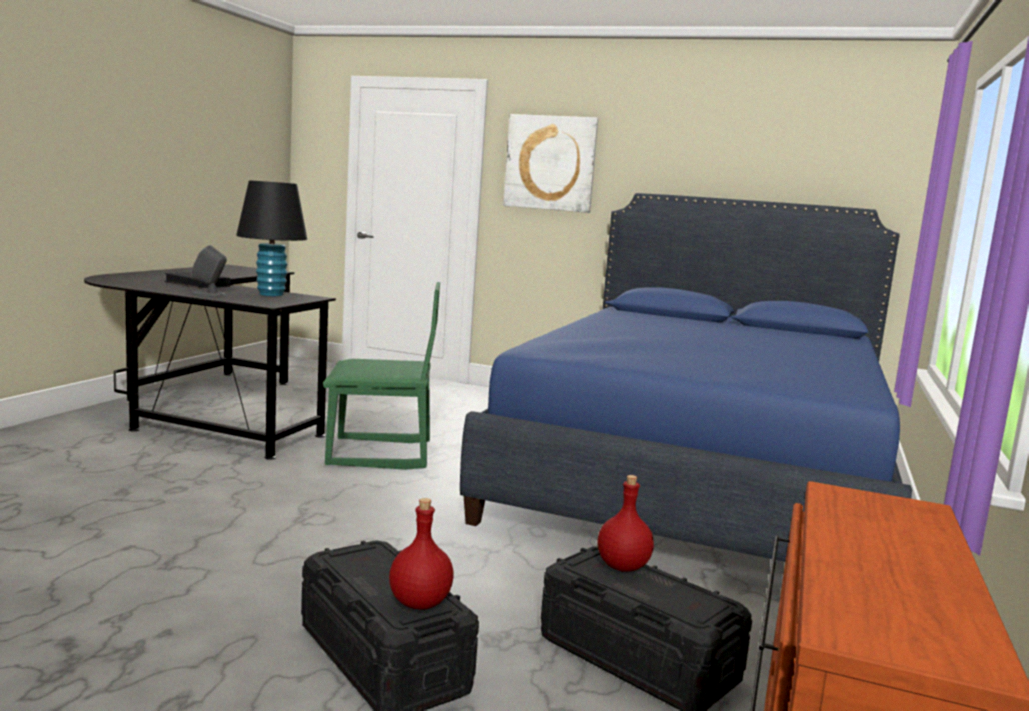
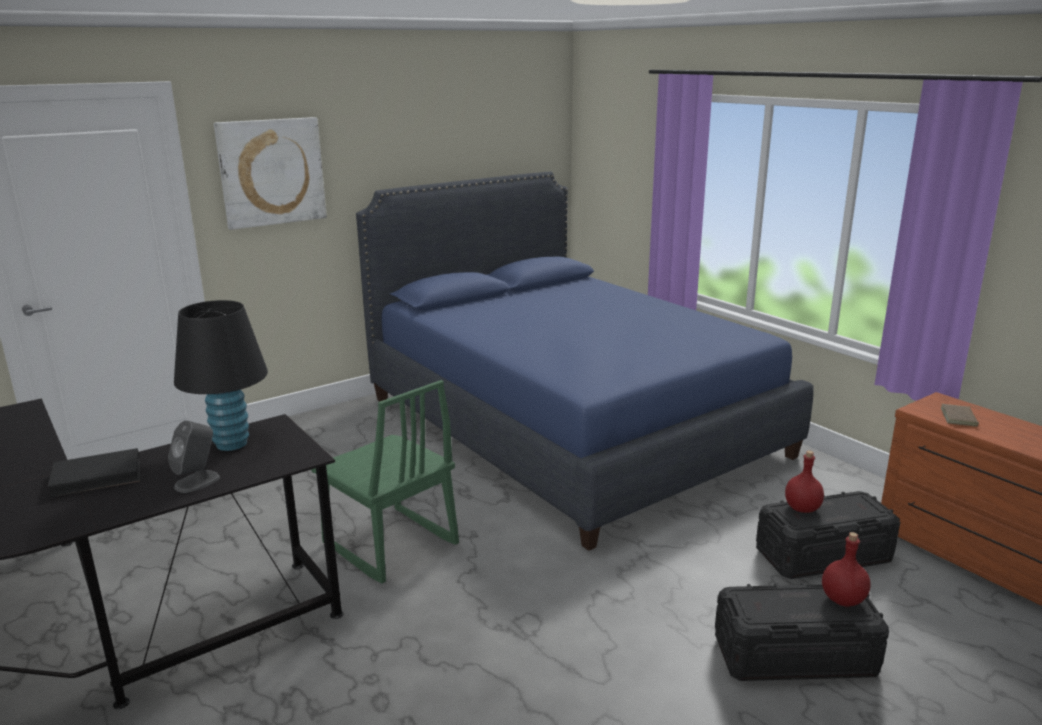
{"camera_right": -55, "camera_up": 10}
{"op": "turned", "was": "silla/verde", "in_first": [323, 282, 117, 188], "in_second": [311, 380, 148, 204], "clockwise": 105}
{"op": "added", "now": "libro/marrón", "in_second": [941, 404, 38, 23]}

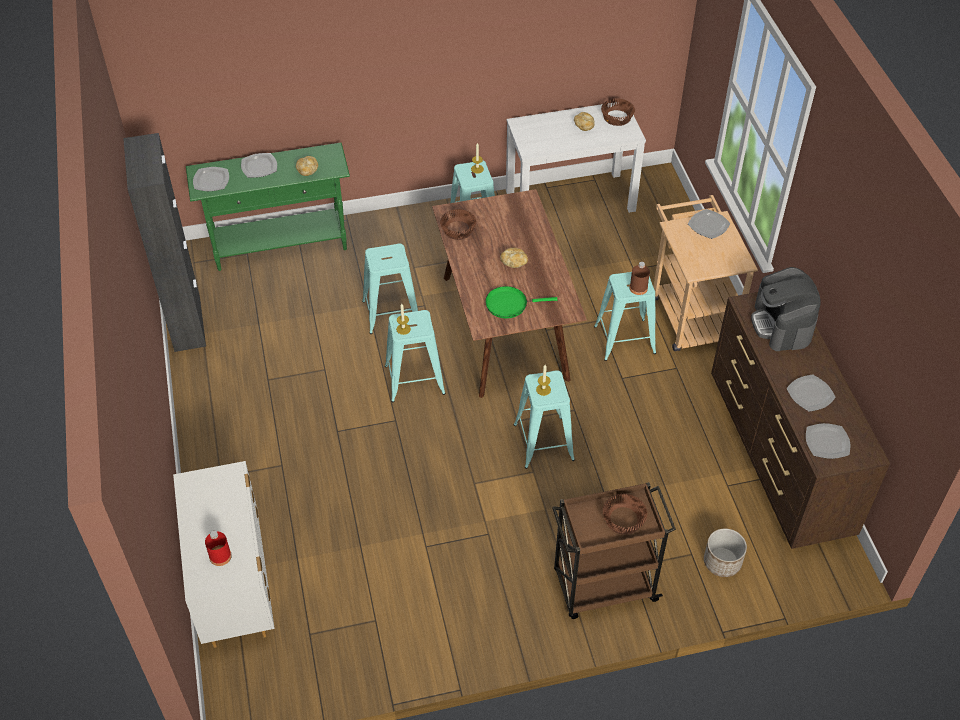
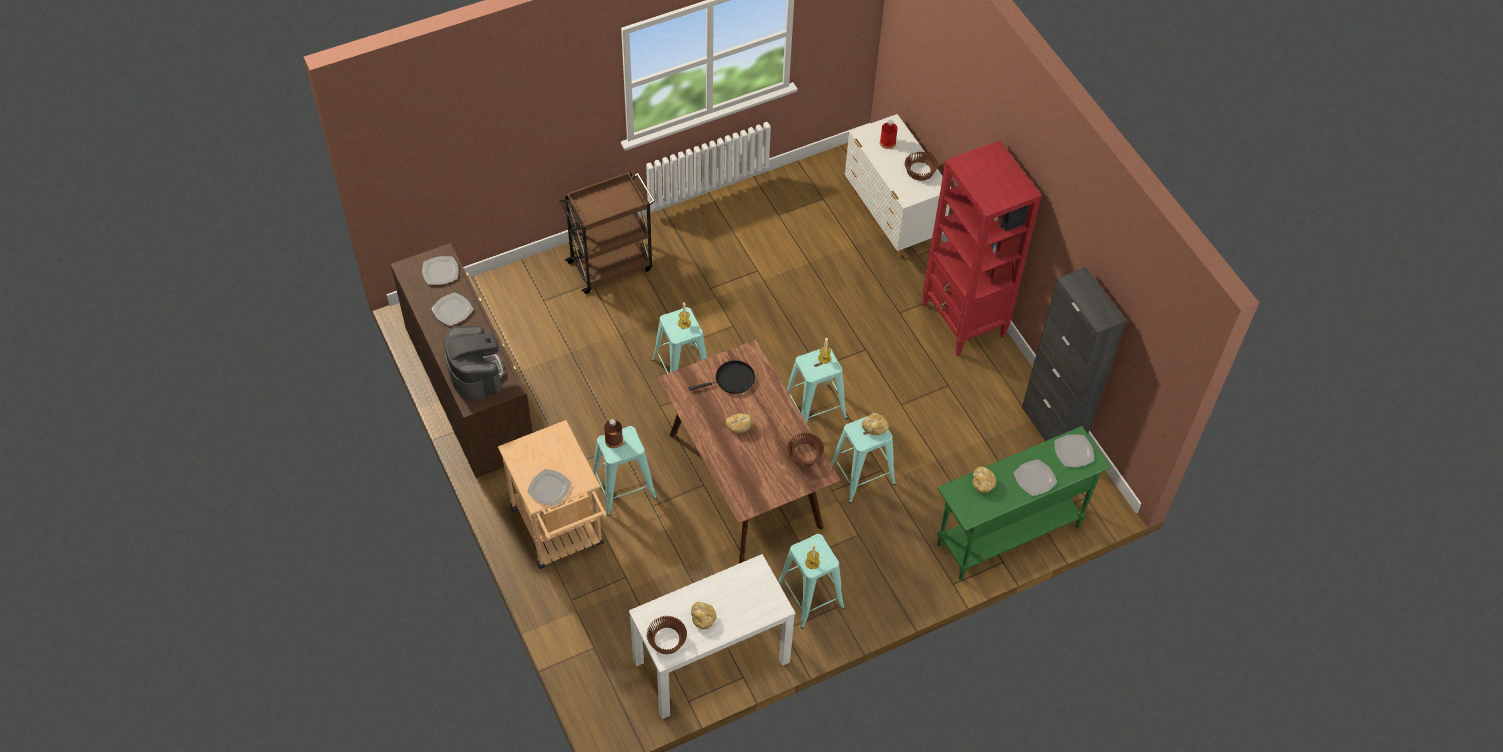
{"camera_right": 165, "camera_up": 5}
{"op": "recoloured", "was": "sartén/verde", "now": "sartén/negro", "in_first": [485, 286, 72, 32], "in_second": [688, 360, 67, 34]}
{"op": "moved", "was": "cuenco/marrón", "in_first": [603, 494, 44, 41], "in_second": [905, 152, 33, 29]}
{"op": "removed", "was": "maceta", "in_first": [704, 528, 43, 49]}
{"op": "added", "now": "estantería/rojo", "in_second": [922, 140, 120, 216]}
{"op": "added", "now": "pan", "in_second": [862, 414, 27, 21]}

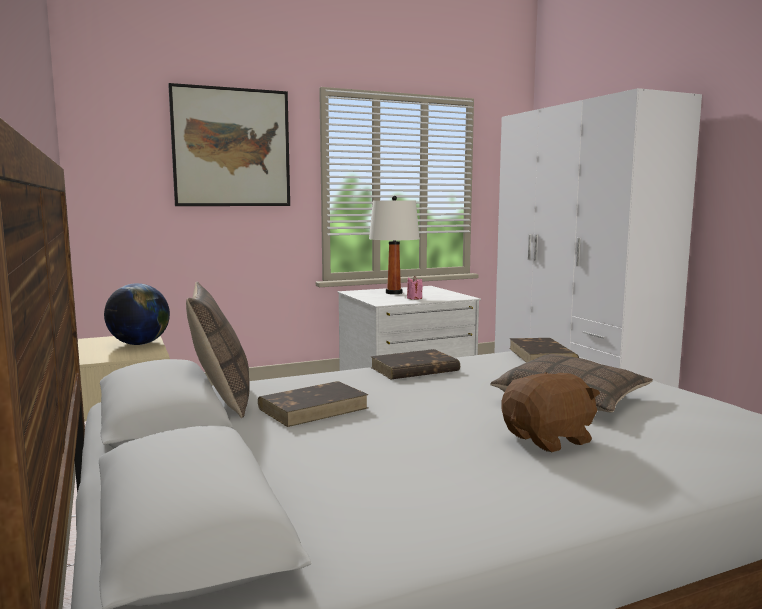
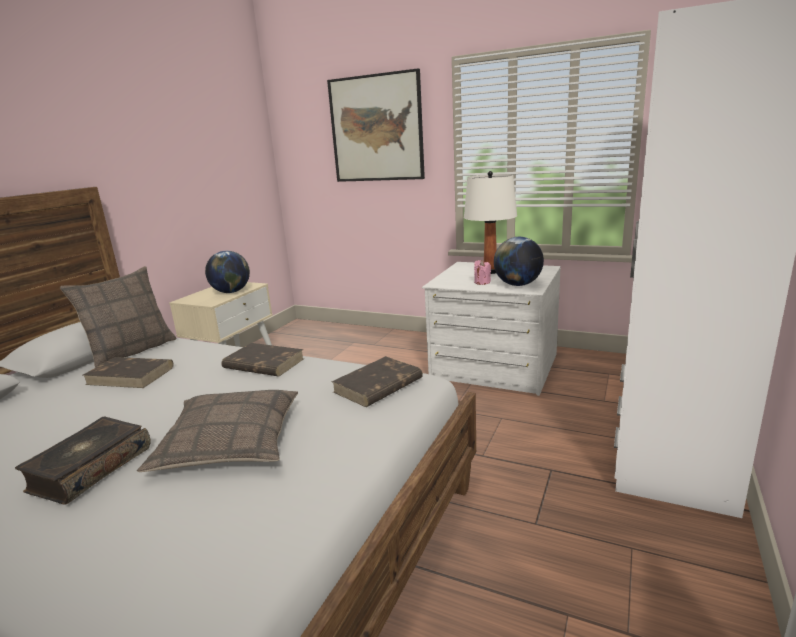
{"camera_right": 50, "camera_up": 10}
{"op": "replaced", "was": "peluche/marrón", "now": "libro", "in_first": [502, 372, 98, 80], "in_second": [15, 416, 136, 89]}
{"op": "added", "now": "globo terráqueo", "in_second": [494, 237, 50, 49]}

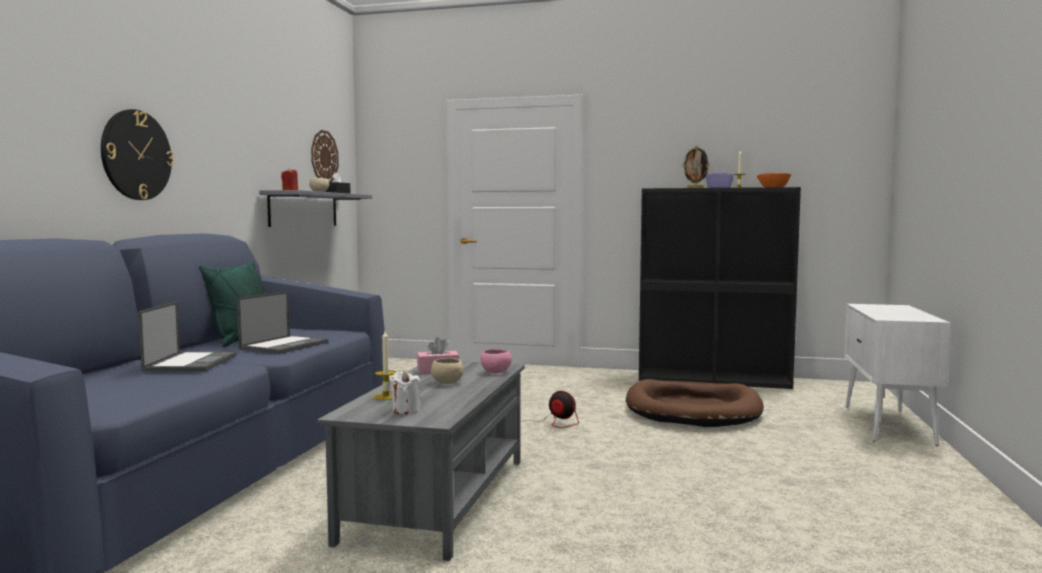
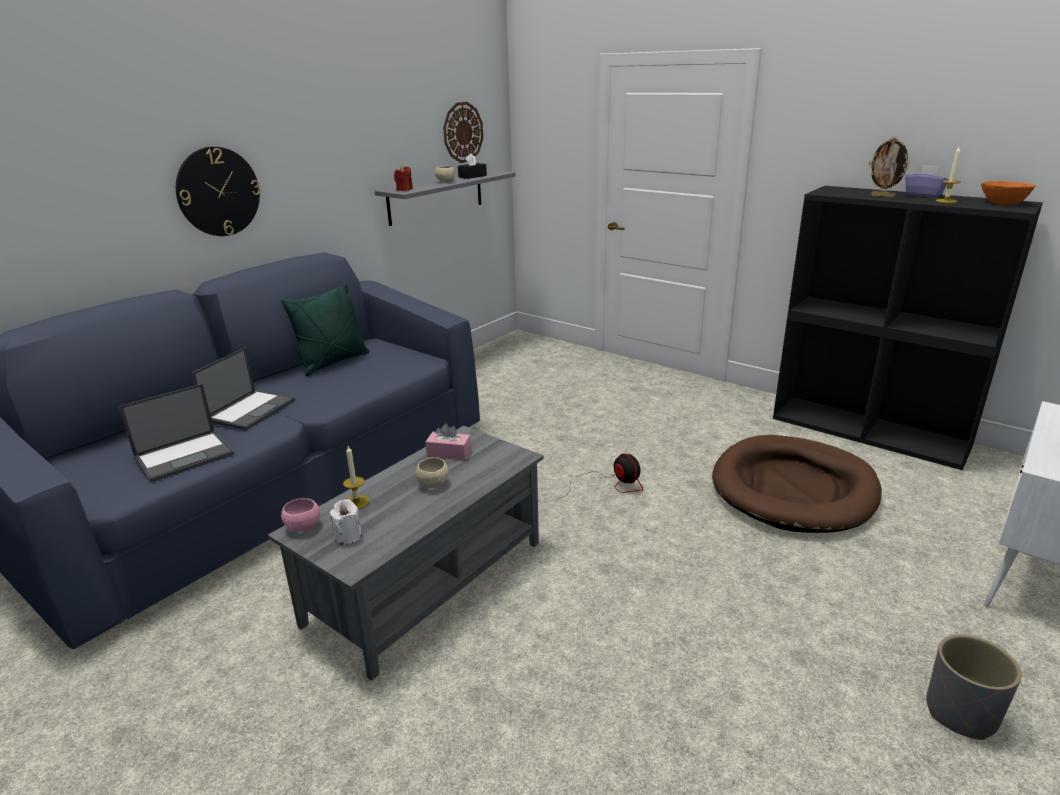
{"camera_right": 25, "camera_up": 20}
{"op": "moved", "was": "portátil", "in_first": [237, 291, 91, 63], "in_second": [118, 384, 116, 99]}
{"op": "moved", "was": "cuenco/rosa", "in_first": [480, 349, 32, 24], "in_second": [281, 498, 39, 33]}
{"op": "added", "now": "maceta/gris", "in_second": [926, 634, 96, 106]}

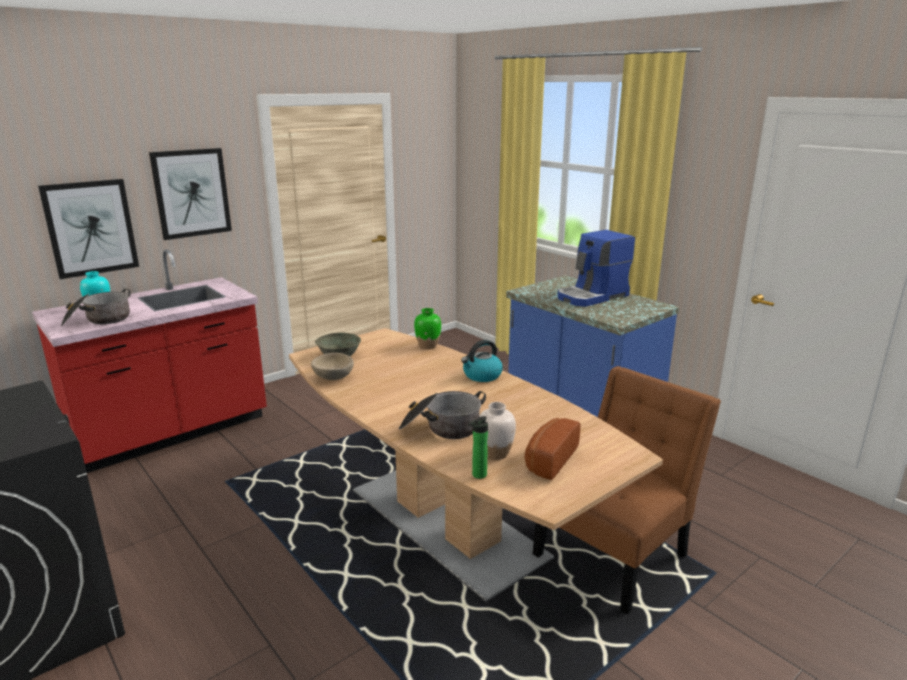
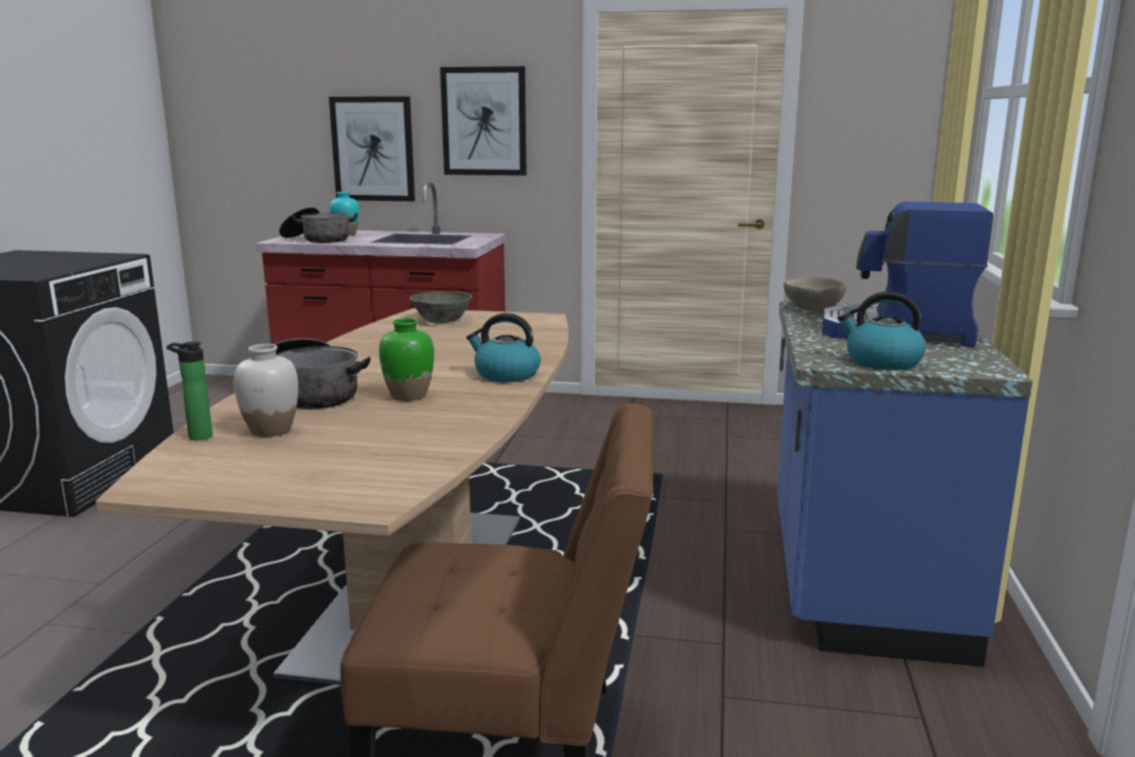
{"camera_right": 50, "camera_up": -5}
{"op": "moved", "was": "florero/verde", "in_first": [414, 308, 27, 41], "in_second": [379, 318, 55, 83]}
{"op": "moved", "was": "cuenco/beis", "in_first": [311, 353, 43, 27], "in_second": [784, 277, 62, 34]}
{"op": "removed", "was": "pan", "in_first": [525, 418, 56, 62]}
{"op": "added", "now": "hervidor", "in_second": [838, 292, 88, 78]}

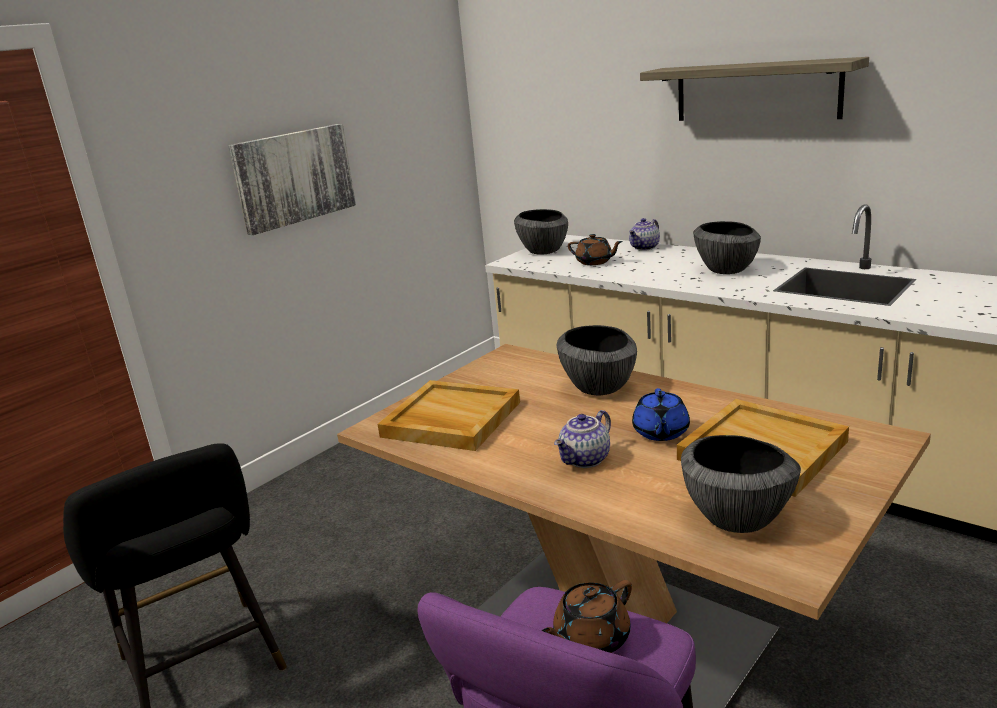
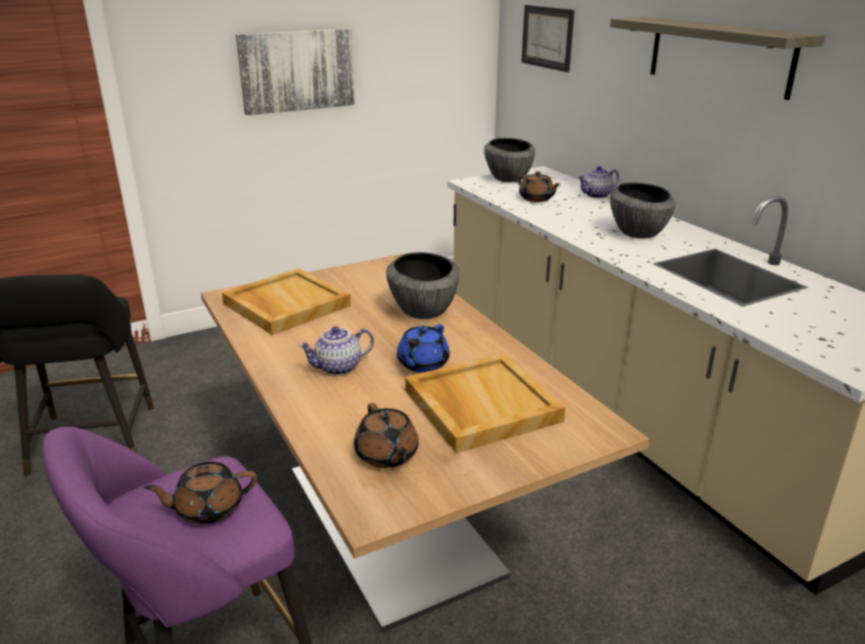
{"camera_right": 20, "camera_up": 5}
{"op": "replaced", "was": "cuenco", "now": "tetera/marrón", "in_first": [681, 435, 120, 98], "in_second": [354, 403, 65, 65]}
{"op": "added", "now": "cuadro", "in_second": [521, 5, 54, 67]}

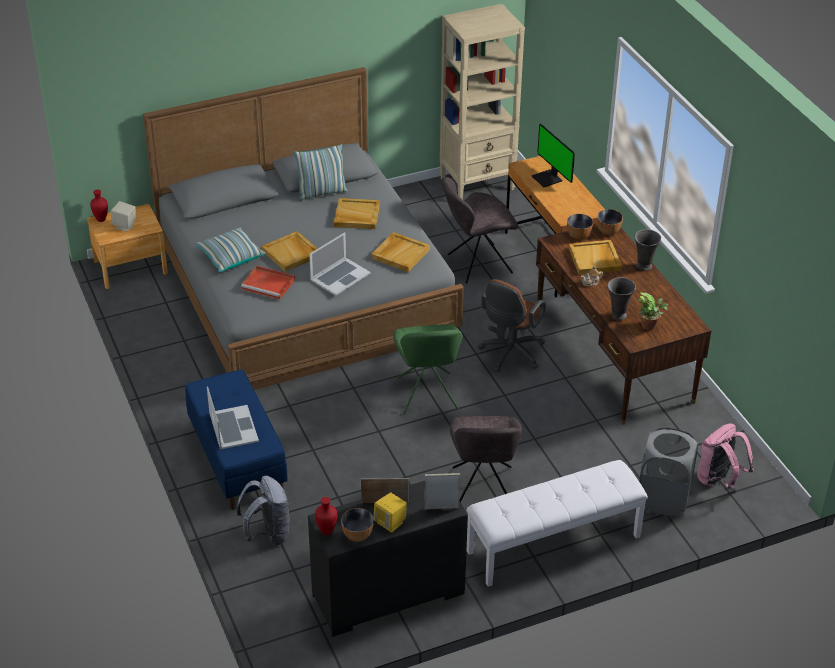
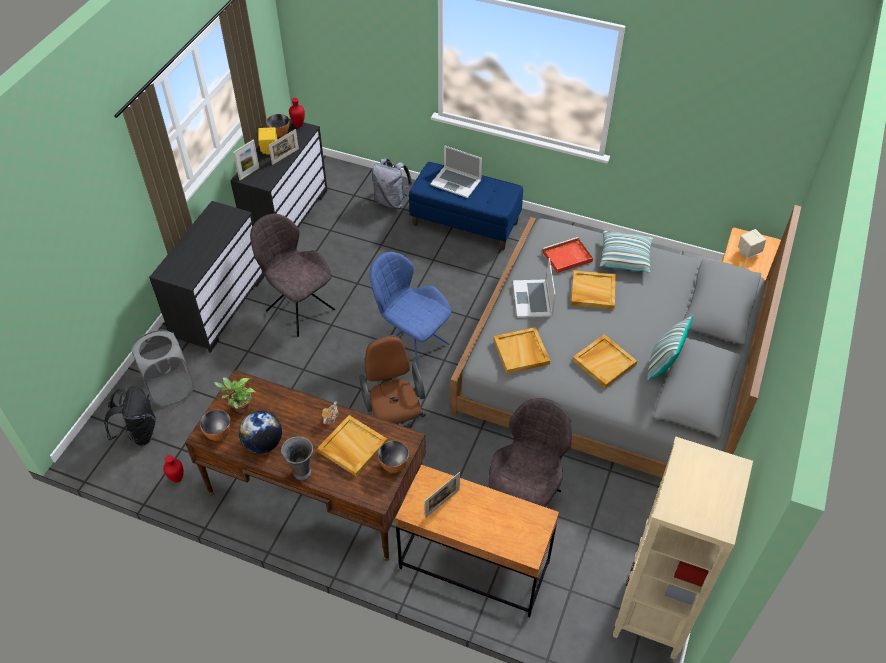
{"camera_right": 135, "camera_up": 10}
{"op": "removed", "was": "monitor", "in_first": [532, 124, 43, 63]}
{"op": "moved", "was": "florero/rojo", "in_first": [90, 190, 18, 32], "in_second": [163, 455, 21, 28]}
{"op": "moved", "was": "cuenco", "in_first": [597, 209, 26, 26], "in_second": [200, 410, 31, 31]}
{"op": "removed", "was": "florero/gris", "in_first": [607, 277, 29, 44]}
{"op": "recoloured", "was": "silla/verde", "now": "silla/azul", "in_first": [393, 324, 70, 91], "in_second": [369, 252, 83, 117]}
{"op": "recoloured", "was": "mochila/rosa", "now": "mochila/negro", "in_first": [697, 423, 57, 67], "in_second": [104, 386, 52, 61]}
{"op": "replaced", "was": "banco/blanco", "now": "cómoda/negro", "in_first": [466, 460, 182, 127], "in_second": [149, 201, 116, 152]}
{"op": "added", "now": "globo terráqueo", "in_second": [239, 411, 43, 43]}
{"op": "added", "now": "portarretratos", "in_second": [425, 472, 35, 46]}

